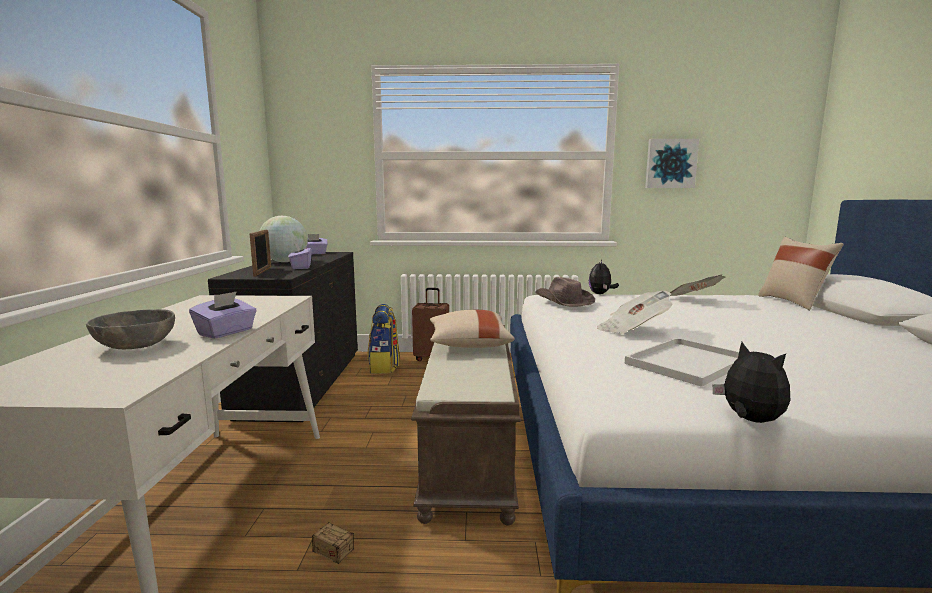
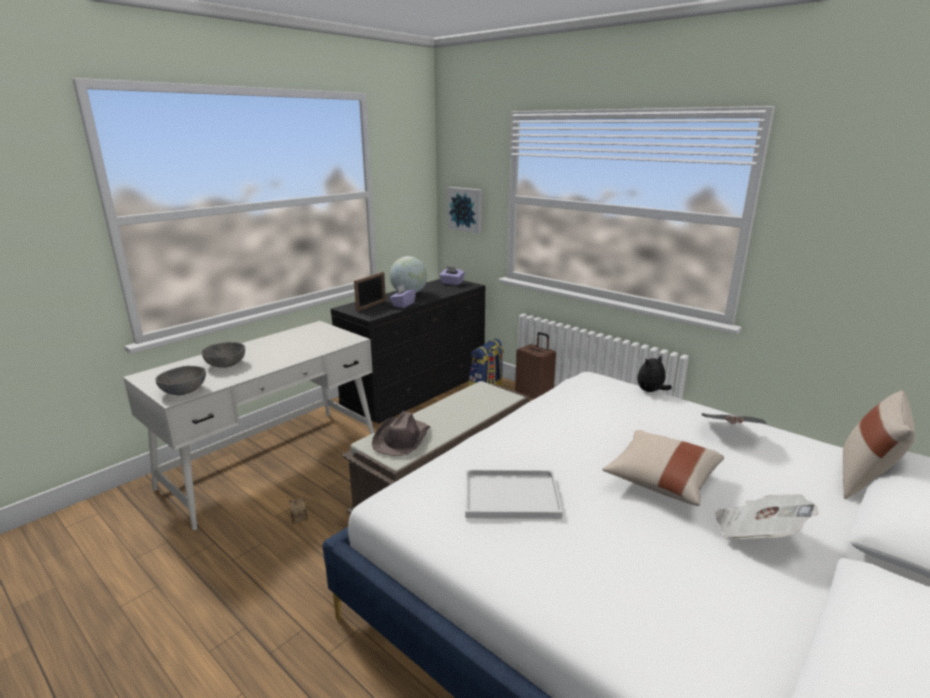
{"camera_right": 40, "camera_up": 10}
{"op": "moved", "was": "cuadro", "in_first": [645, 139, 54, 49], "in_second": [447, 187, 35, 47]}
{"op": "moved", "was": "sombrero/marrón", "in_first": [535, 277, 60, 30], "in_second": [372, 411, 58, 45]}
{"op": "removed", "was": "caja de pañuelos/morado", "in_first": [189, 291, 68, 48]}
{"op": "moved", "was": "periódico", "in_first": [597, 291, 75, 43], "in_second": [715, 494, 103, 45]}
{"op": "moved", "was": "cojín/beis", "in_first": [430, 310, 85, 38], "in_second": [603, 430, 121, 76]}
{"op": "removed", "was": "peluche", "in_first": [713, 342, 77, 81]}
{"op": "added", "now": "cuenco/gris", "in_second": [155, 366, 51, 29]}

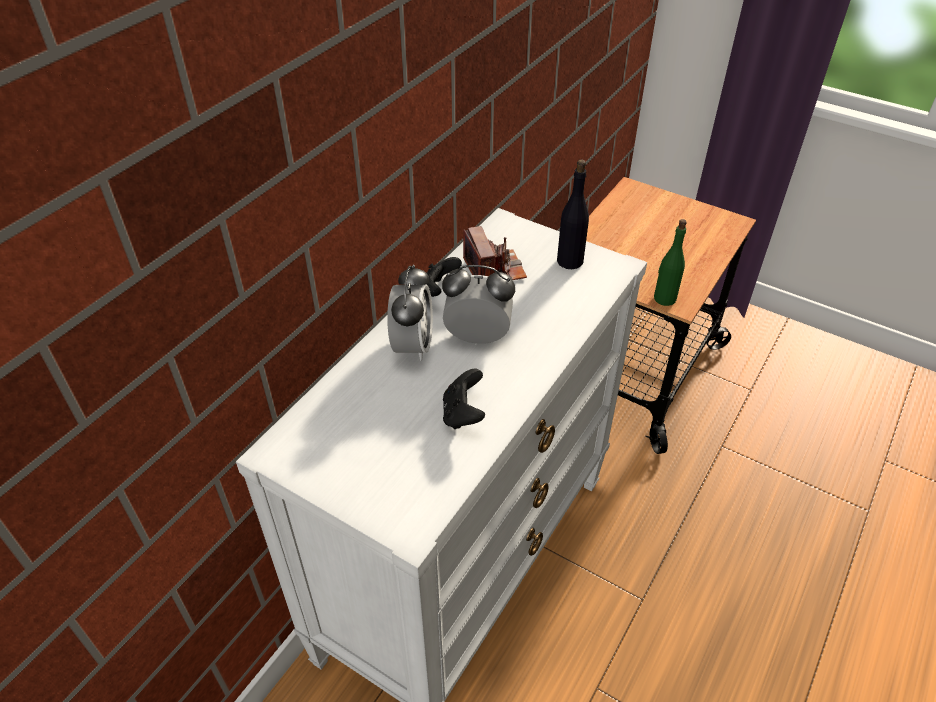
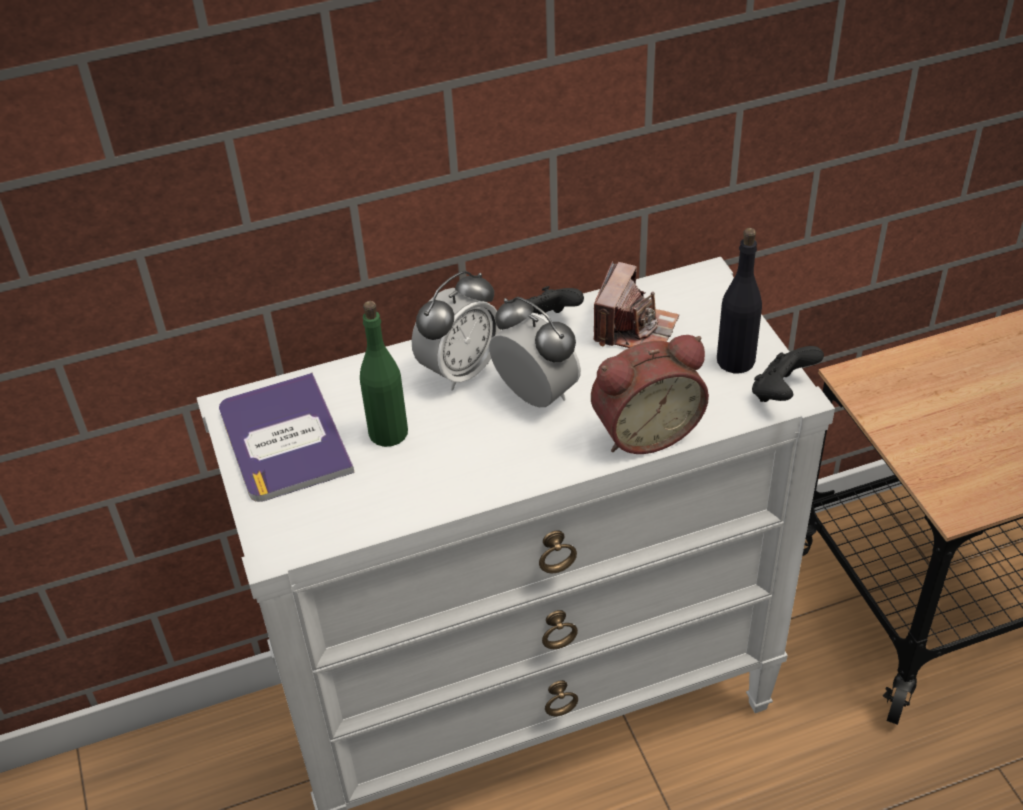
{"camera_right": 40, "camera_up": 0}
{"op": "moved", "was": "botella/verde", "in_first": [654, 219, 33, 87], "in_second": [360, 301, 48, 146]}
{"op": "moved", "was": "mando de consola/negro", "in_first": [443, 369, 42, 60], "in_second": [752, 346, 72, 56]}
{"op": "added", "now": "despertador", "in_second": [591, 335, 118, 119]}
{"op": "added", "now": "libro", "in_second": [219, 373, 135, 129]}

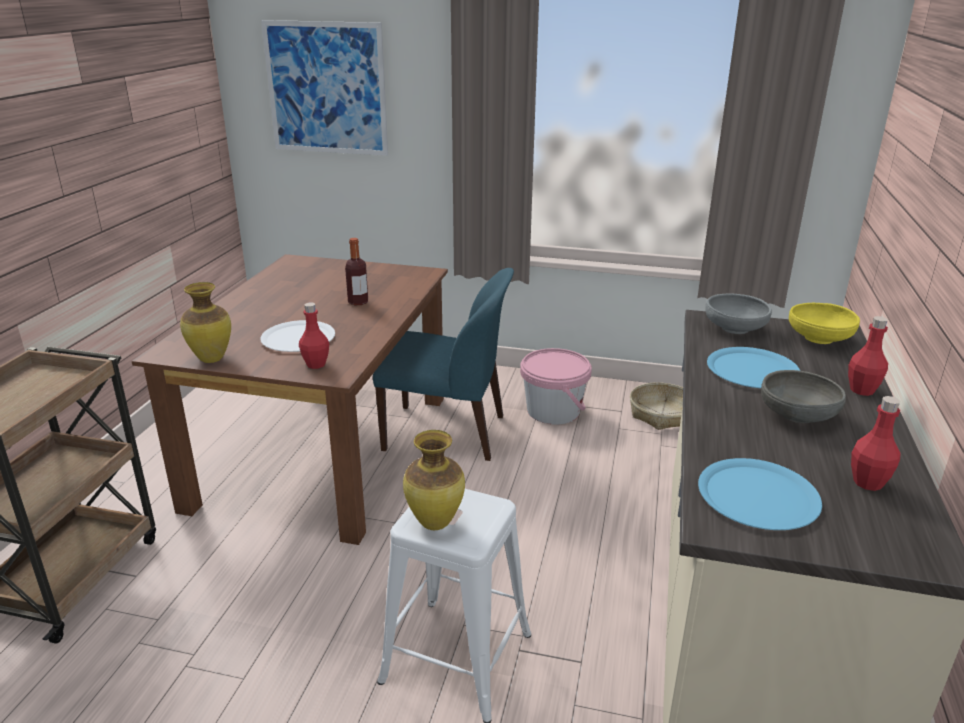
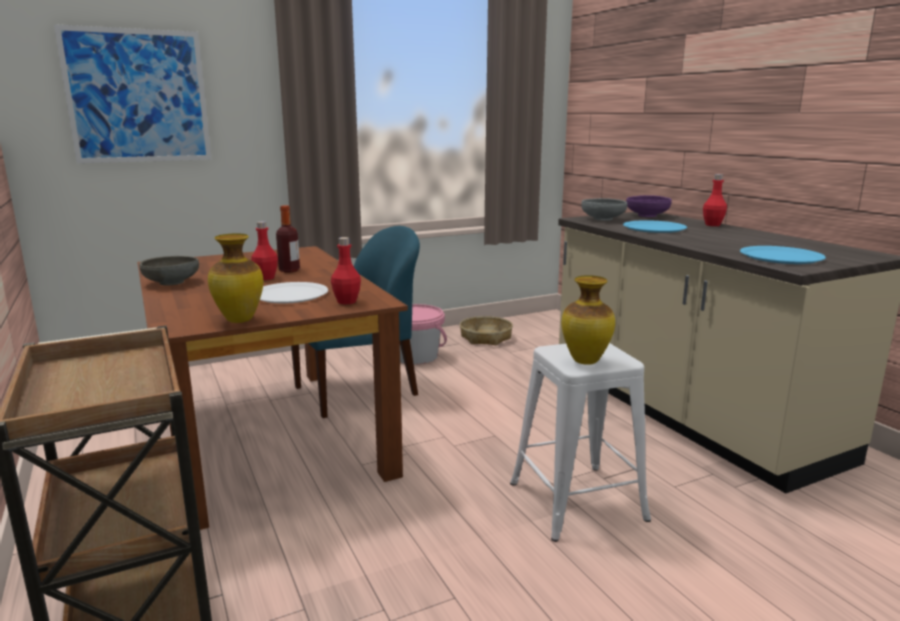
{"camera_right": -40, "camera_up": -10}
{"op": "recoloured", "was": "cuenco/amarillo", "now": "cuenco/morado", "in_first": [789, 303, 71, 41], "in_second": [626, 195, 46, 22]}
{"op": "moved", "was": "cuenco/gris", "in_first": [761, 370, 85, 53], "in_second": [139, 256, 60, 29]}
{"op": "moved", "was": "botella/rojo", "in_first": [851, 396, 50, 95], "in_second": [251, 221, 27, 59]}

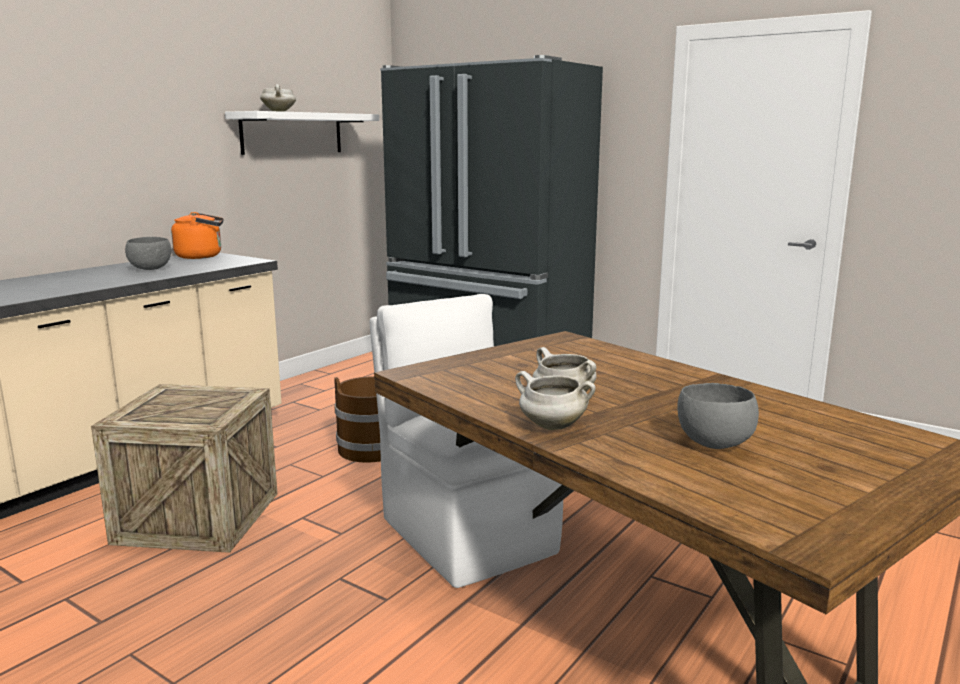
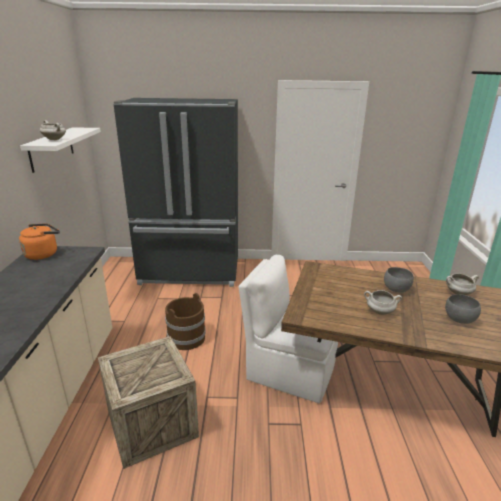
{"camera_right": -35, "camera_up": 10}
{"op": "moved", "was": "cuenco/gris", "in_first": [125, 237, 46, 33], "in_second": [384, 267, 30, 26]}
{"op": "moved", "was": "olla/blanco", "in_first": [515, 371, 81, 59], "in_second": [446, 273, 33, 22]}

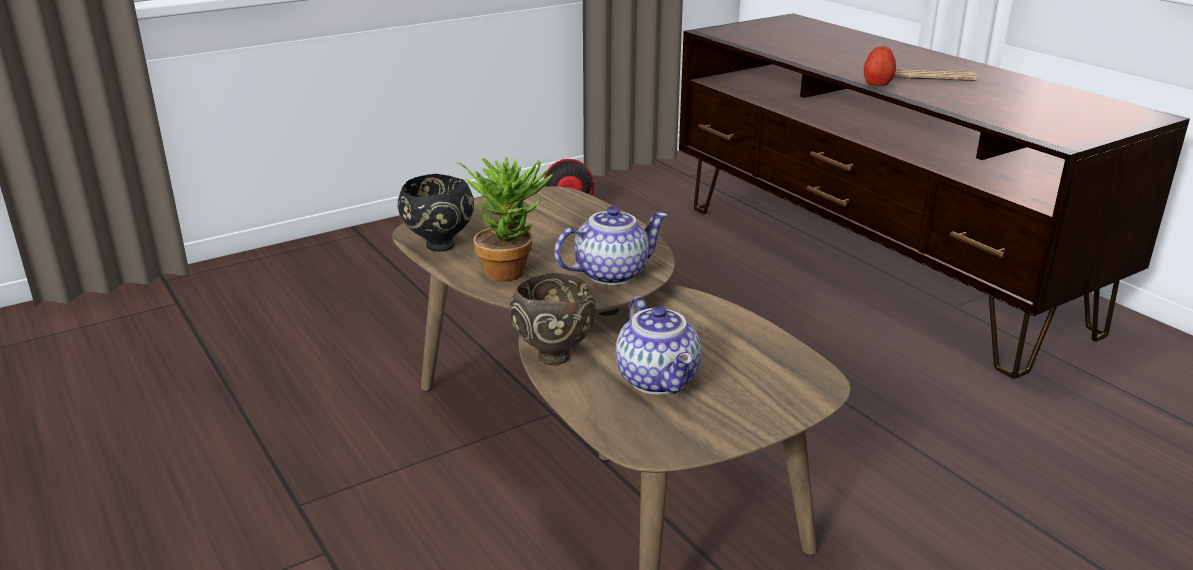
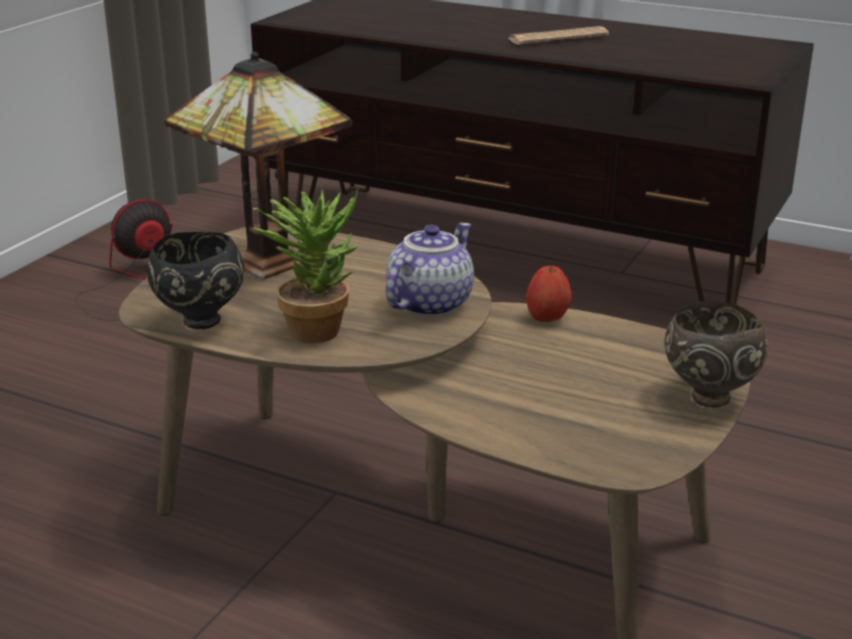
{"camera_right": -30, "camera_up": 0}
{"op": "moved", "was": "manzana", "in_first": [864, 45, 32, 41], "in_second": [526, 266, 46, 56]}
{"op": "moved", "was": "cuenco/marrón", "in_first": [510, 273, 86, 92], "in_second": [665, 301, 103, 107]}
{"op": "removed", "was": "tetera", "in_first": [616, 297, 85, 98]}
{"op": "added", "now": "lámpara de mesa", "in_second": [164, 52, 188, 227]}

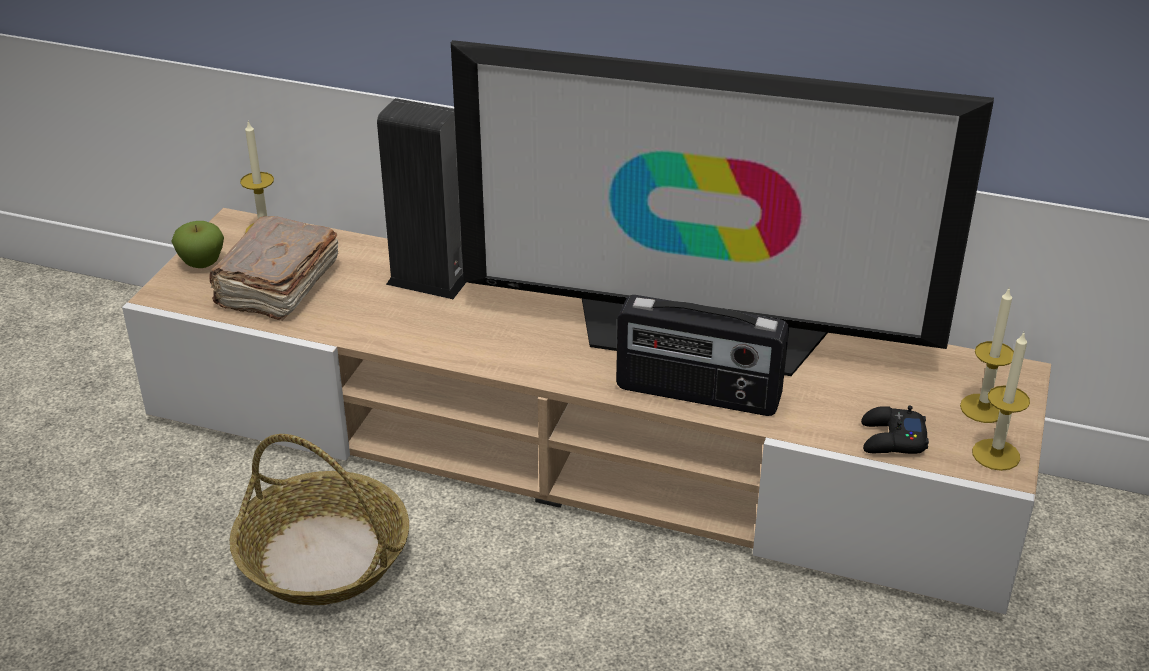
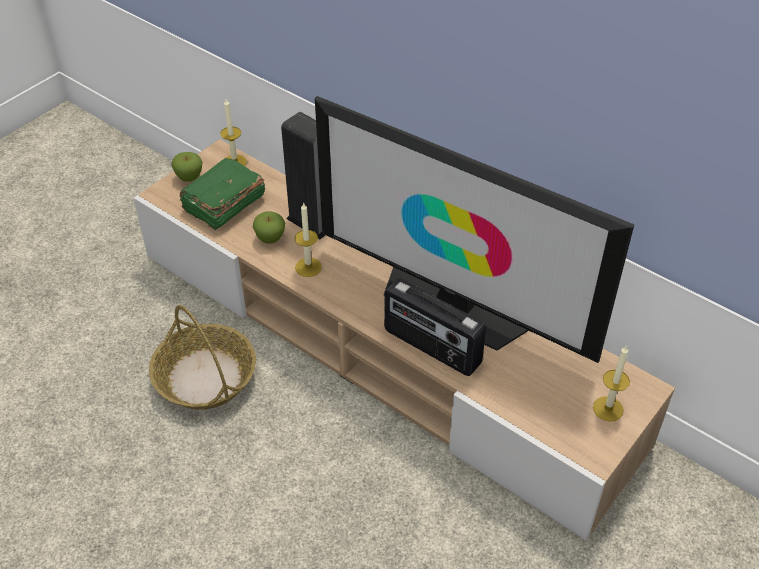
{"camera_right": 20, "camera_up": 10}
{"op": "recoloured", "was": "libro/marrón", "now": "libro/verde", "in_first": [210, 216, 129, 105], "in_second": [180, 158, 85, 72]}
{"op": "moved", "was": "vela", "in_first": [972, 333, 58, 138], "in_second": [295, 202, 27, 75]}
{"op": "removed", "was": "mando de consola/negro", "in_first": [861, 405, 68, 49]}
{"op": "added", "now": "manzana", "in_second": [253, 211, 32, 33]}

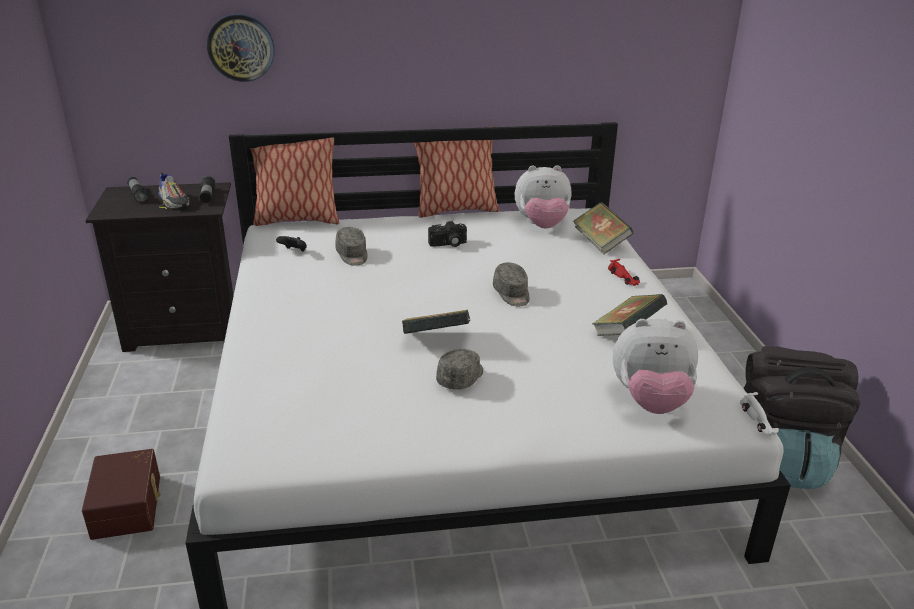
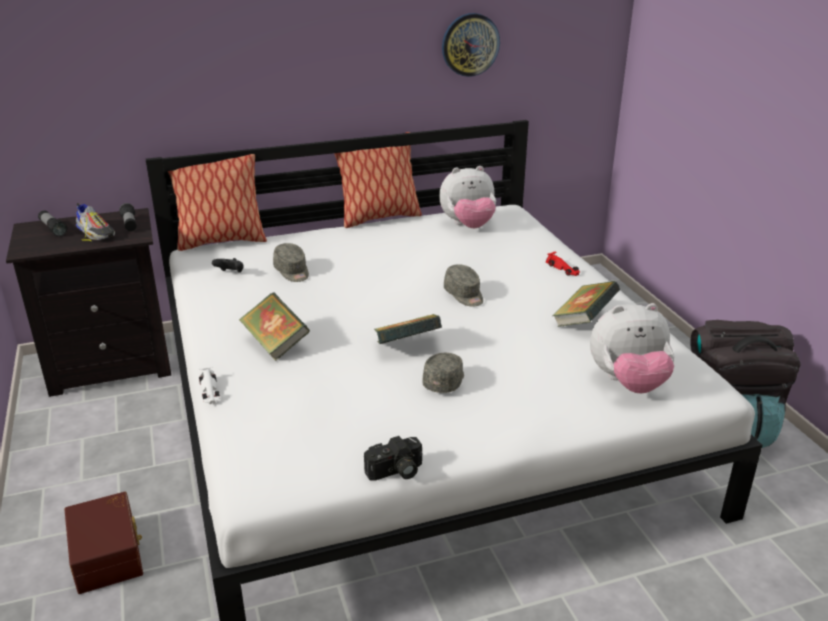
{"camera_right": -10, "camera_up": 0}
{"op": "moved", "was": "reloj de pared", "in_first": [207, 14, 68, 68], "in_second": [442, 13, 58, 64]}
{"op": "moved", "was": "libro", "in_first": [573, 202, 60, 52], "in_second": [239, 292, 71, 69]}
{"op": "moved", "was": "cámara", "in_first": [428, 221, 39, 26], "in_second": [364, 436, 59, 45]}
{"op": "moved", "was": "coche de juguete/blanco", "in_first": [740, 392, 39, 44], "in_second": [198, 365, 22, 39]}

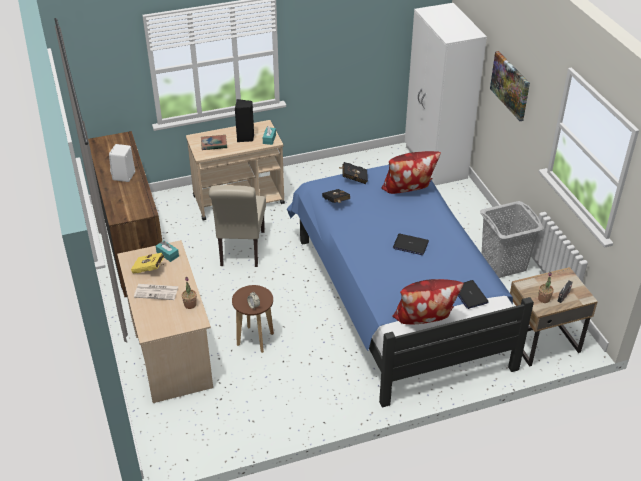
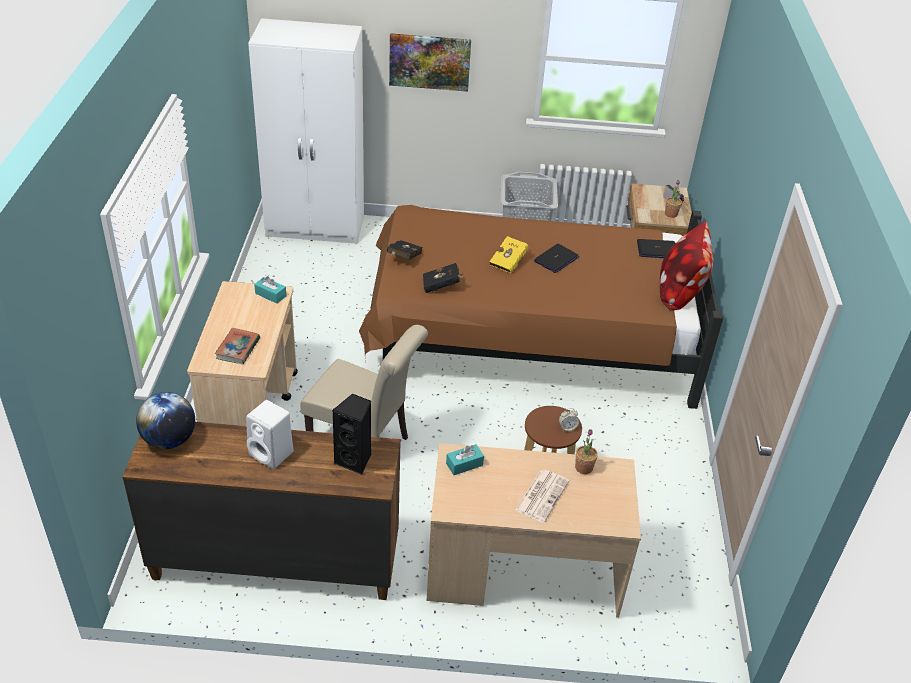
{"camera_right": -70, "camera_up": 0}
{"op": "moved", "was": "altavoz/negro", "in_first": [235, 99, 19, 43], "in_second": [332, 393, 39, 82]}
{"op": "removed", "was": "cojín", "in_first": [381, 151, 60, 43]}
{"op": "recoloured", "was": "cama/azul", "now": "cama/marrón", "in_first": [287, 165, 247, 243], "in_second": [359, 205, 364, 204]}
{"op": "moved", "was": "libro/amarillo", "in_first": [131, 253, 33, 21], "in_second": [489, 236, 40, 37]}
{"op": "added", "now": "globo terráqueo", "in_second": [136, 392, 59, 57]}

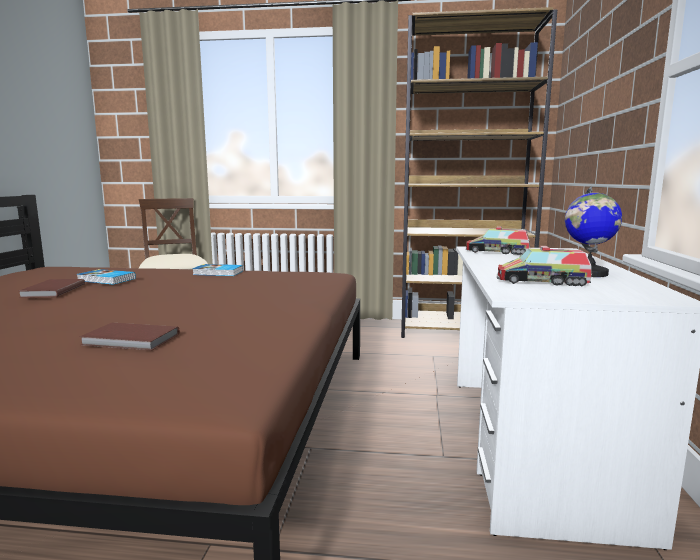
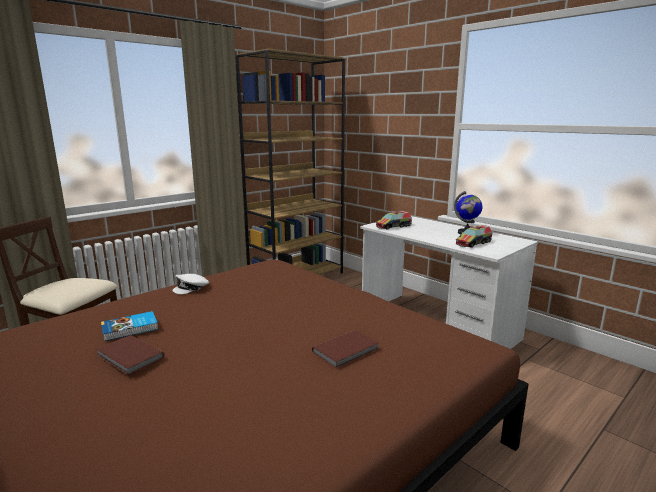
{"camera_right": -50, "camera_up": 5}
{"op": "replaced", "was": "libro", "now": "gorra/blanco", "in_first": [192, 264, 51, 12], "in_second": [172, 274, 37, 20]}

